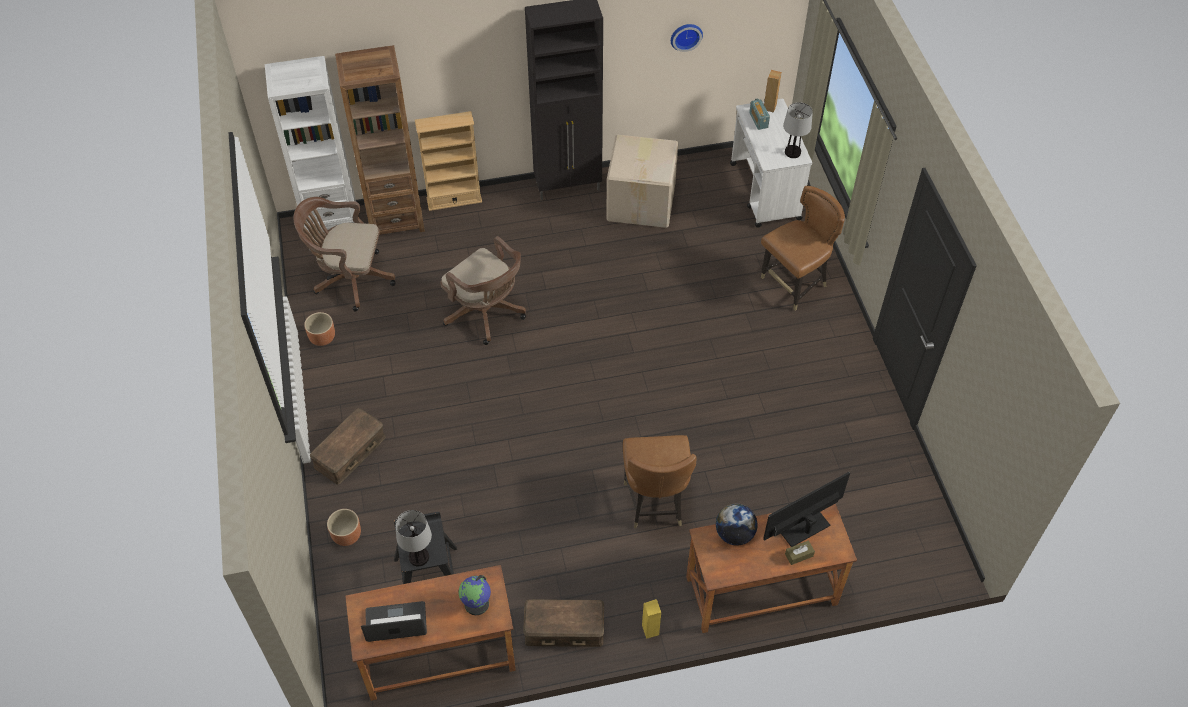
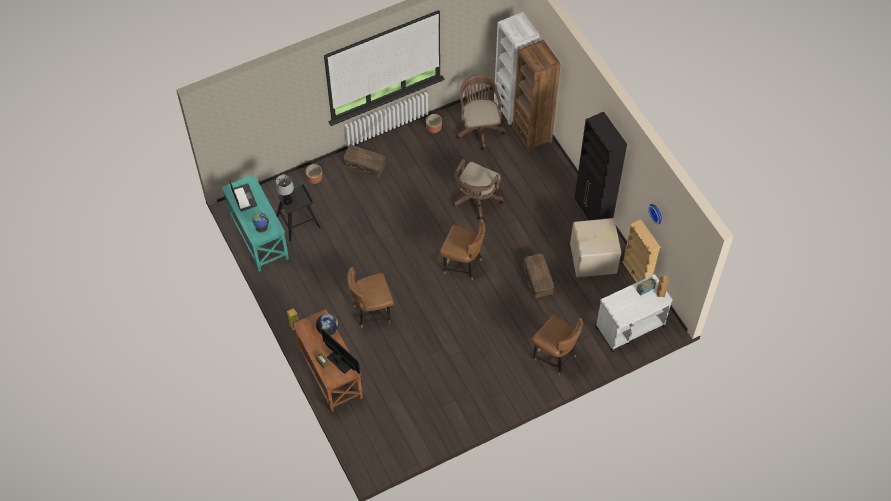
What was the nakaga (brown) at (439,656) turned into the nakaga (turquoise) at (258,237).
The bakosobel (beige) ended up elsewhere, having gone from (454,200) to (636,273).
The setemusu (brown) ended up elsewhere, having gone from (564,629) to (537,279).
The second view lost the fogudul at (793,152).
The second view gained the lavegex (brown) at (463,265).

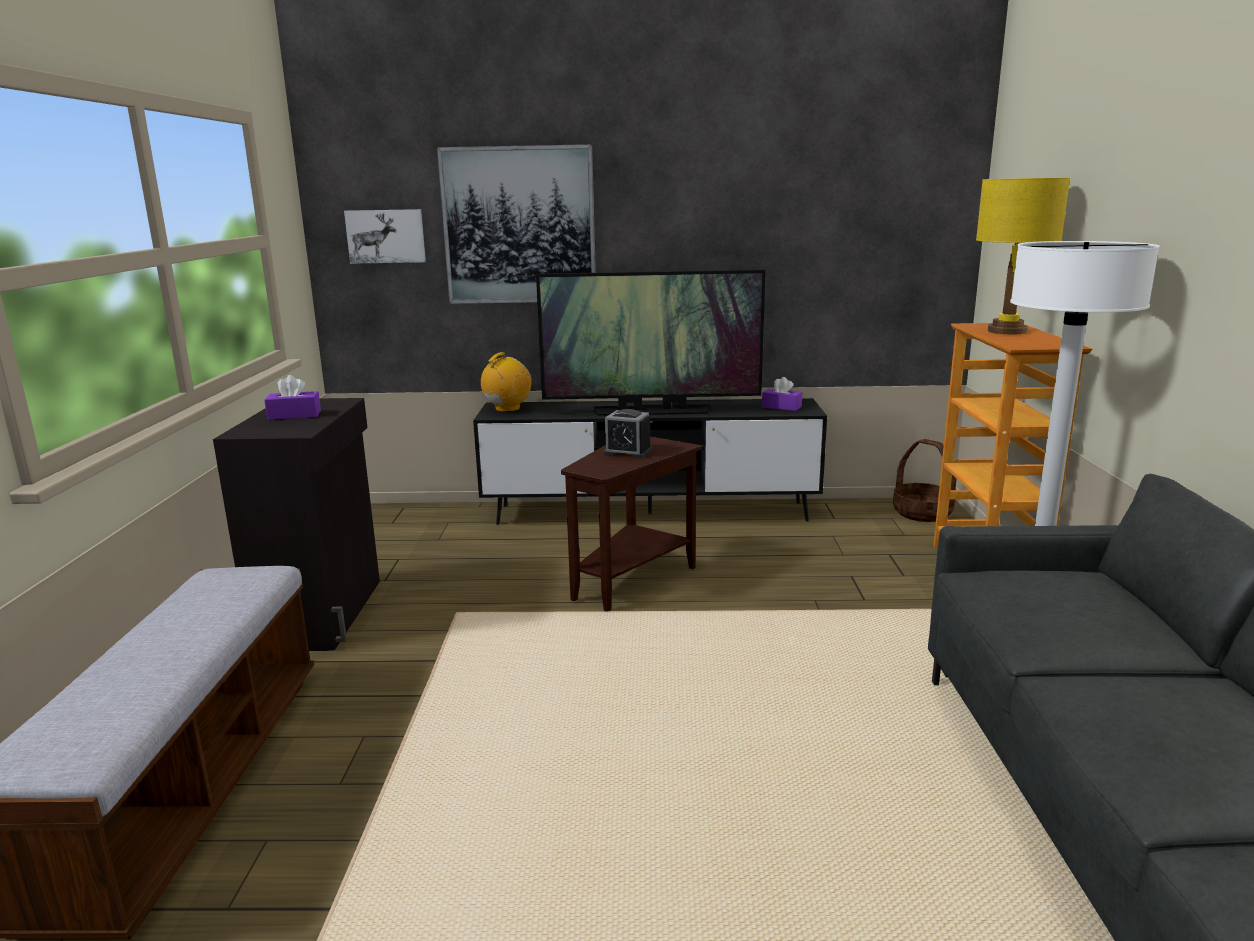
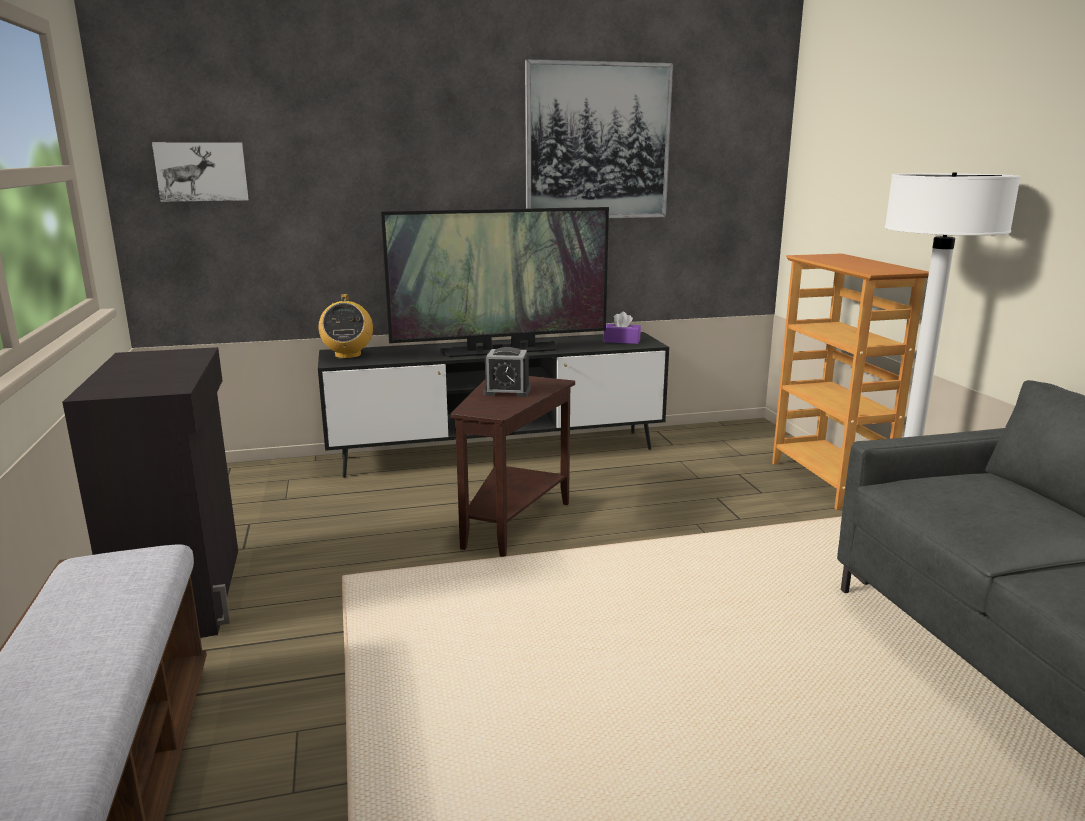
The second view lost the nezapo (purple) at (294,415).
The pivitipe ended up elsewhere, having gone from (519,226) to (597,142).
The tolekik at (507,409) ended up facing another way, 150 degrees clockwise from before.
The second view lost the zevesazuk at (922,513).
The second view lost the fogudul (yellow) at (1007,331).

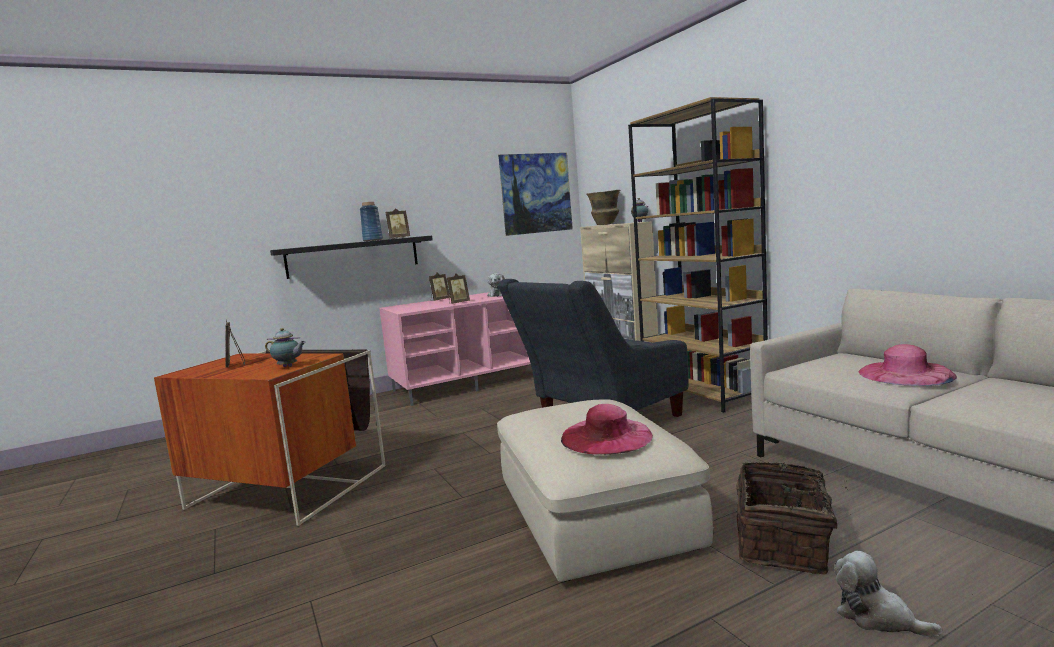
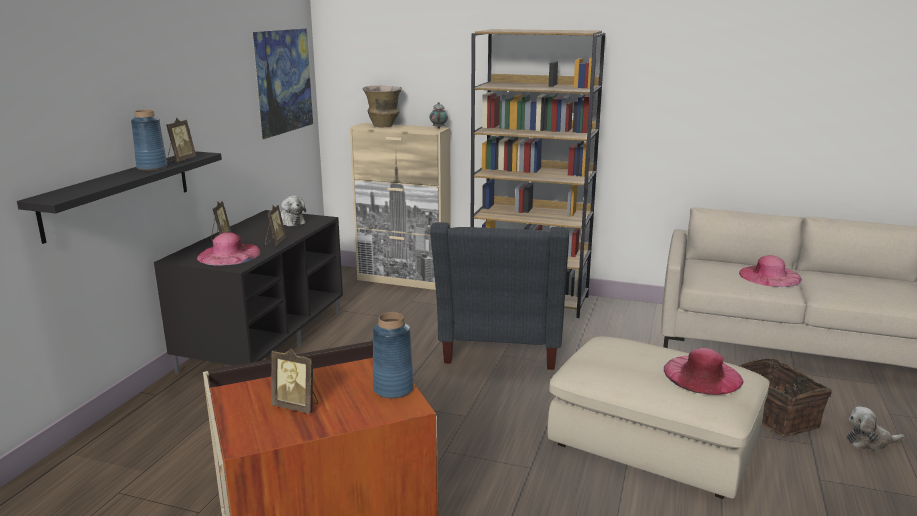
Where the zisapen stood at (288,366), the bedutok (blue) came to stand at (393,389).
What was the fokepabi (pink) at (466,384) turned into the fokepabi (black) at (264,340).
The second view gained the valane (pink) at (229,254).

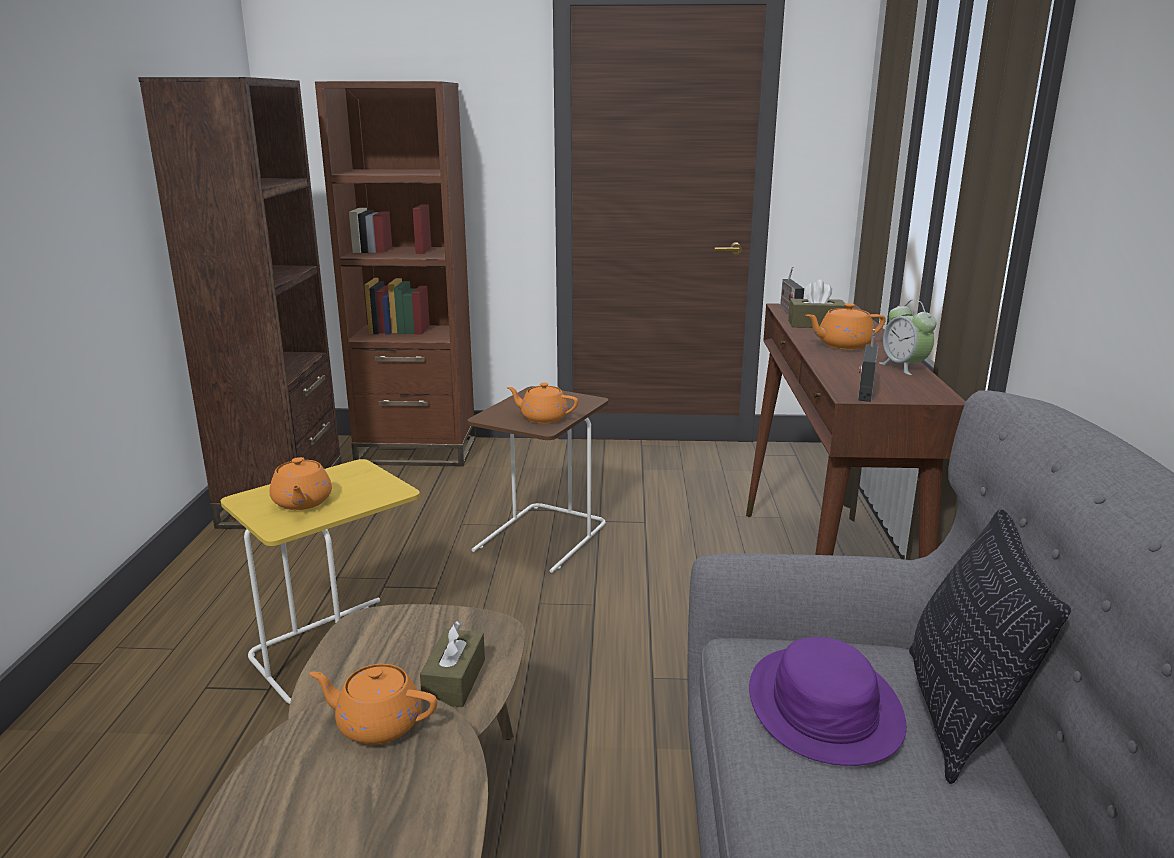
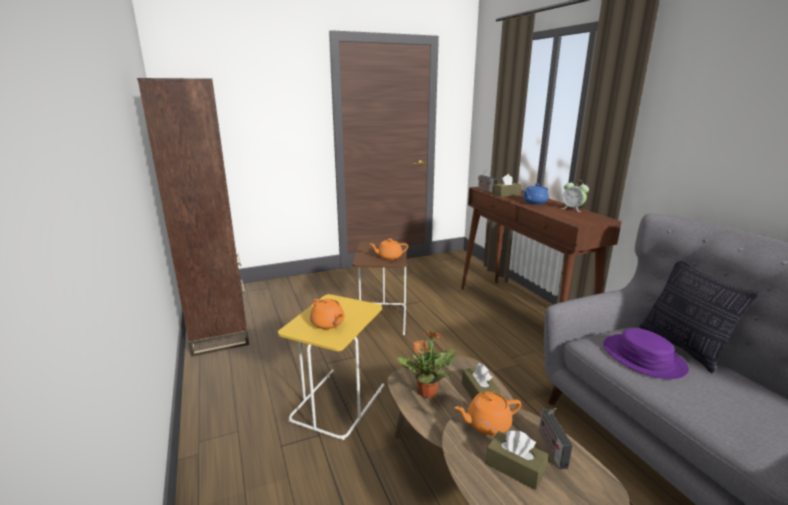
The second view lost the bakosobel (brown) at (417,451).
What was the zisapen (orange) at (843,345) turned into the zisapen (blue) at (534,202).
The tolekik ended up elsewhere, having gone from (865,390) to (550,447).
The second view gained the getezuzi at (427,392).
The second view gained the nezapo (brown) at (515,467).

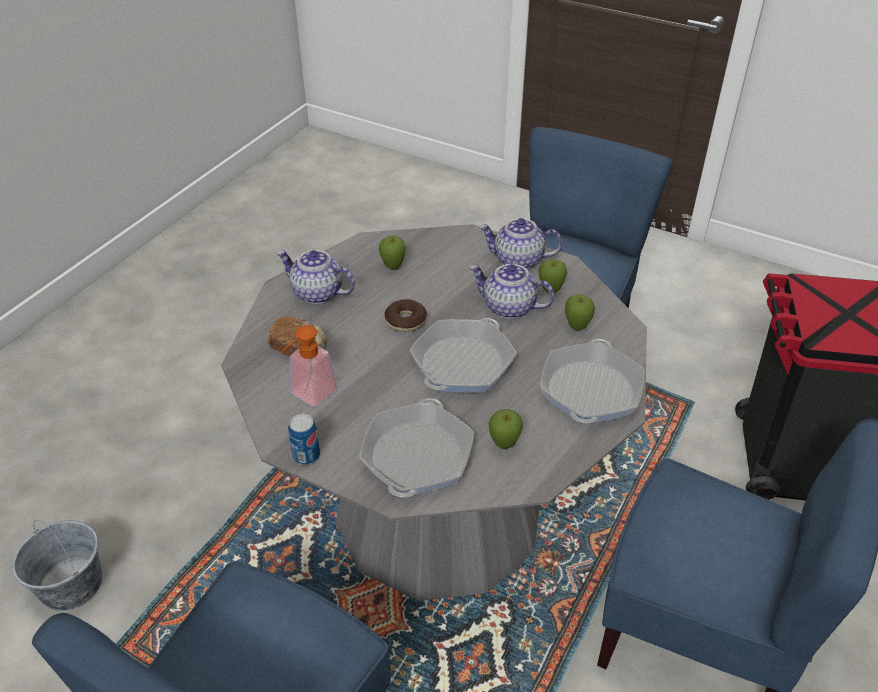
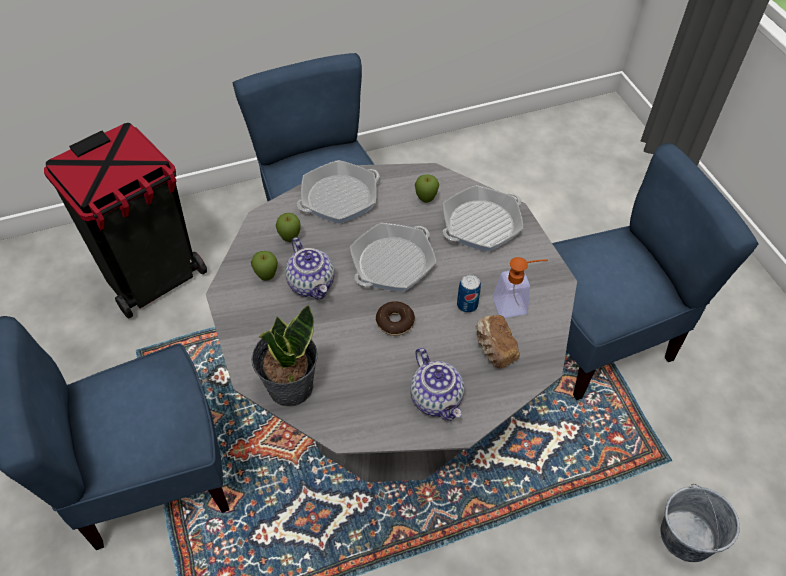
The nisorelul ended up elsewhere, having gone from (306,455) to (467,305).
The second view lost the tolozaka at (393,267).
The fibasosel at (462,363) ended up facing another way, 150 degrees clockwise from before.
The second view lost the zisapen at (518,260).
The second view gained the getezuzi at (290,386).

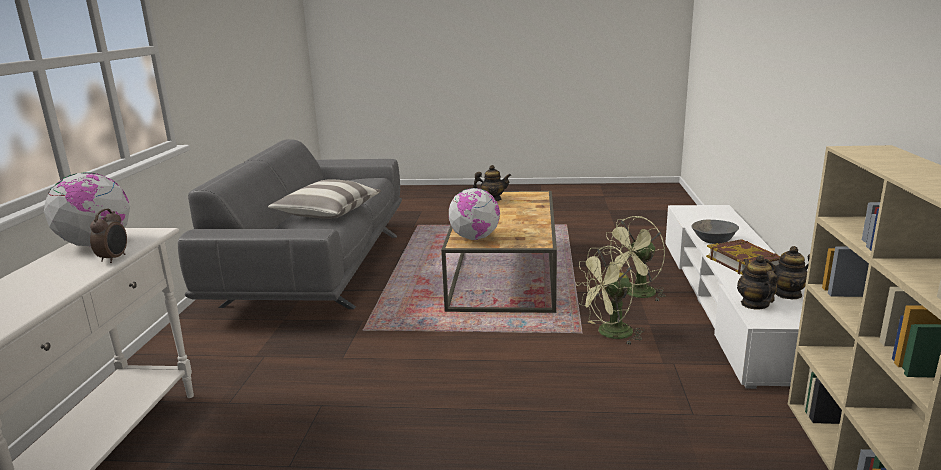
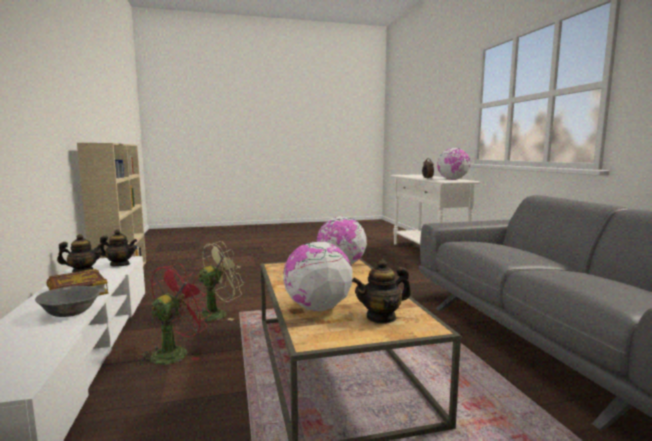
The second view lost the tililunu at (328,213).
What was the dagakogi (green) at (636,294) turned into the dagakogi (red) at (175,352).
The zisapen at (754,304) ended up facing another way, 60 degrees counterclockwise from before.
The second view gained the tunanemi at (317,308).

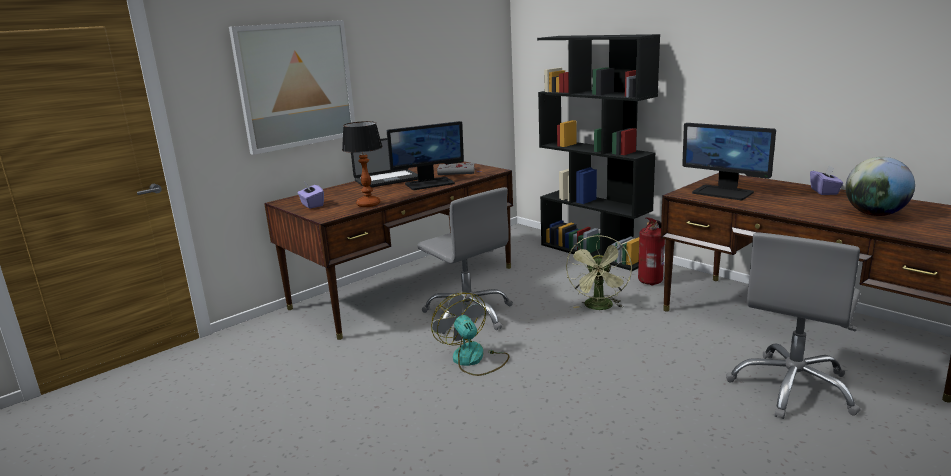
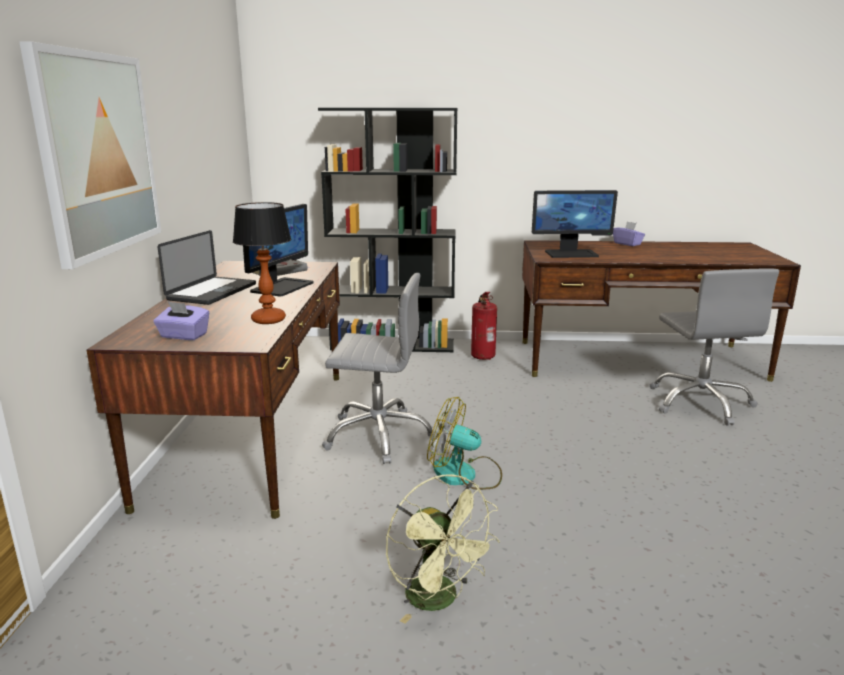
The dagakogi (green) ended up elsewhere, having gone from (599,307) to (440,600).
The second view lost the tunanemi at (874,214).

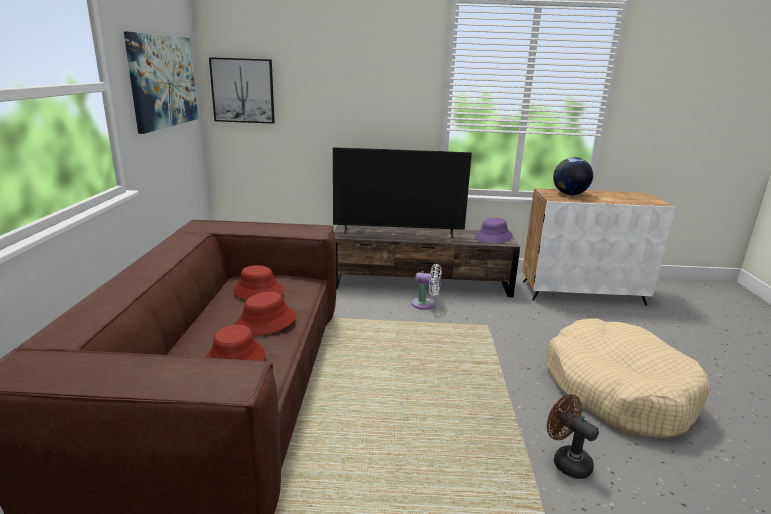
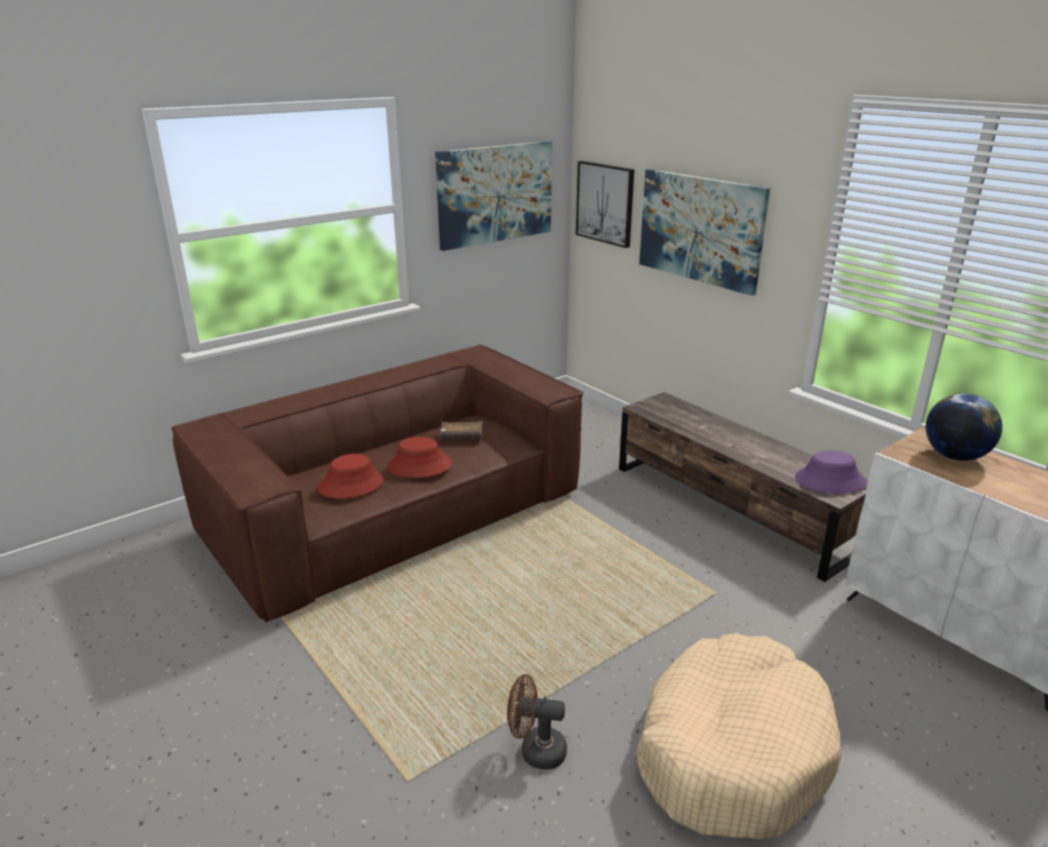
Where the valane (red) stood at (258,291), the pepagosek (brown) came to stand at (462,437).
The second view lost the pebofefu at (398,233).
The second view lost the dagakogi (white) at (426,304).
The dagakogi (brown) at (566,461) ended up facing another way, 90 degrees counterclockwise from before.
The second view gained the pivitipe at (700,229).

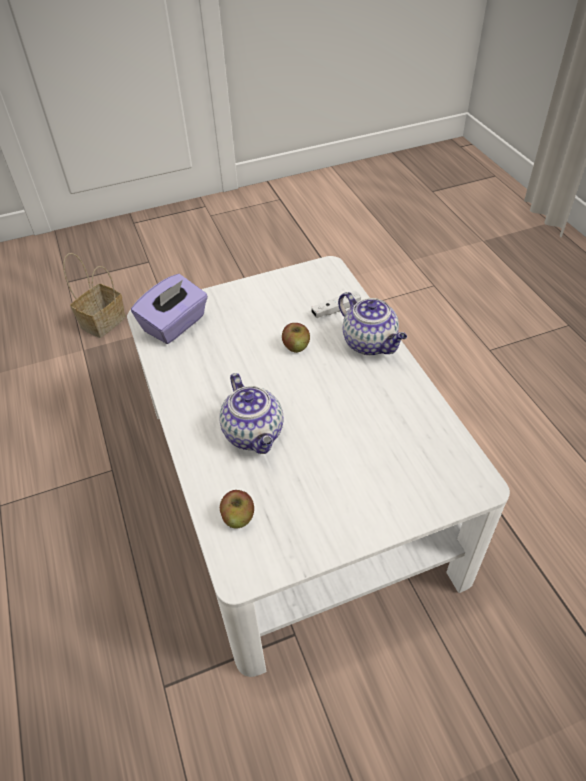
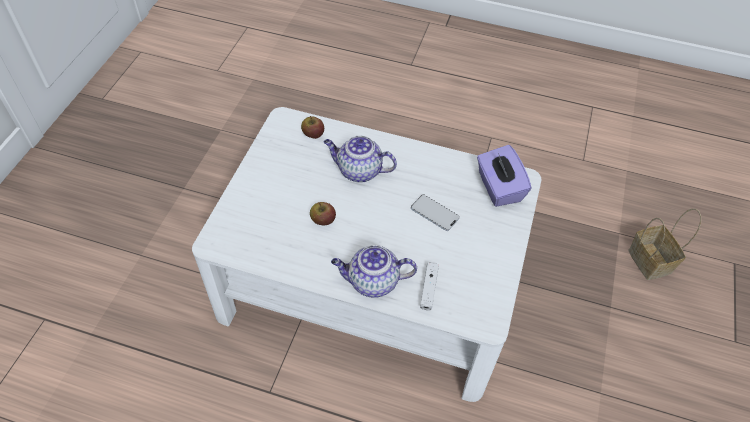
The tolozaka ended up elsewhere, having gone from (296,346) to (323,220).
The second view gained the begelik at (434,213).

